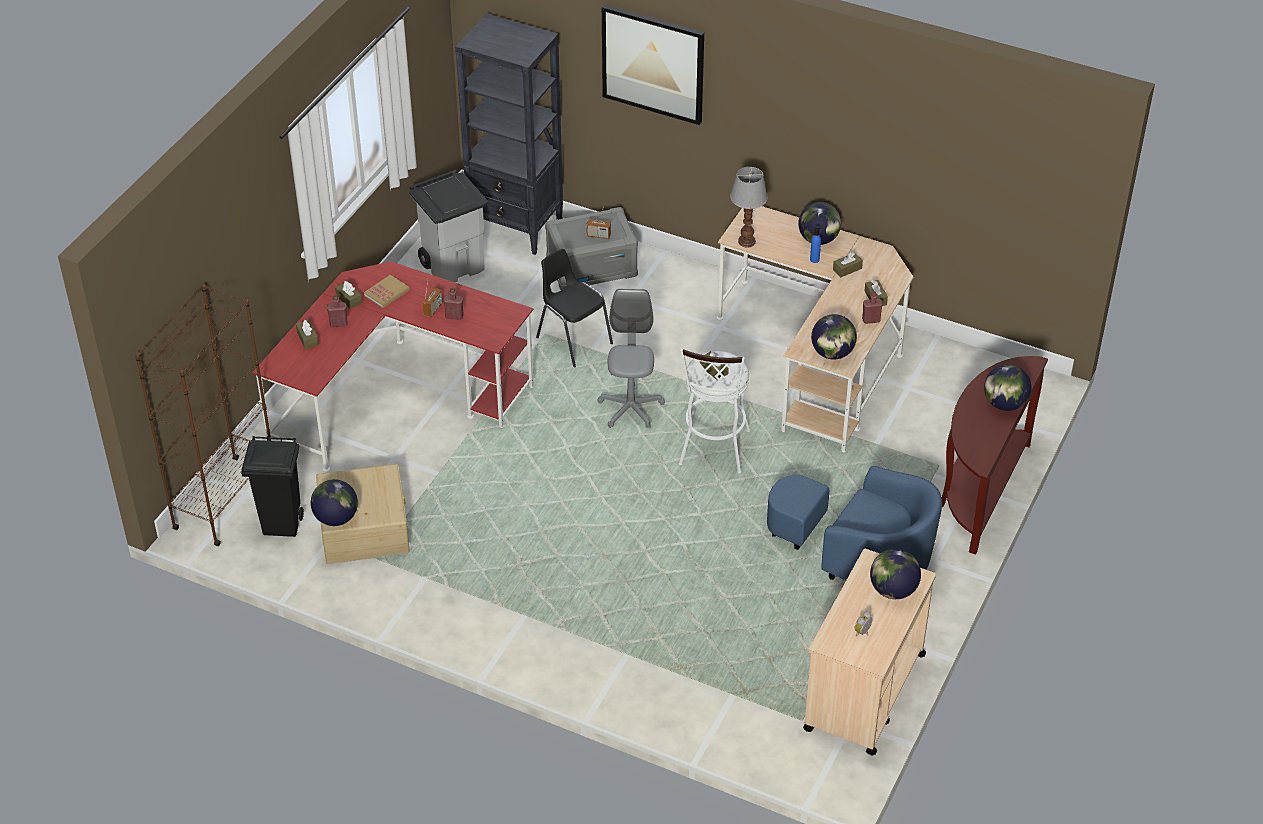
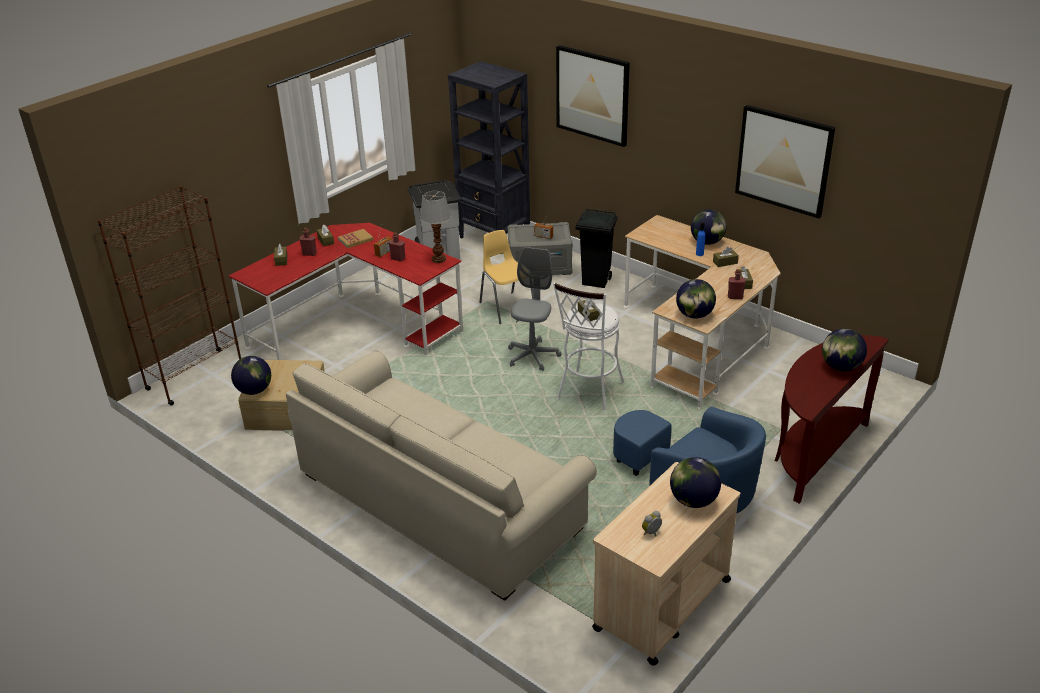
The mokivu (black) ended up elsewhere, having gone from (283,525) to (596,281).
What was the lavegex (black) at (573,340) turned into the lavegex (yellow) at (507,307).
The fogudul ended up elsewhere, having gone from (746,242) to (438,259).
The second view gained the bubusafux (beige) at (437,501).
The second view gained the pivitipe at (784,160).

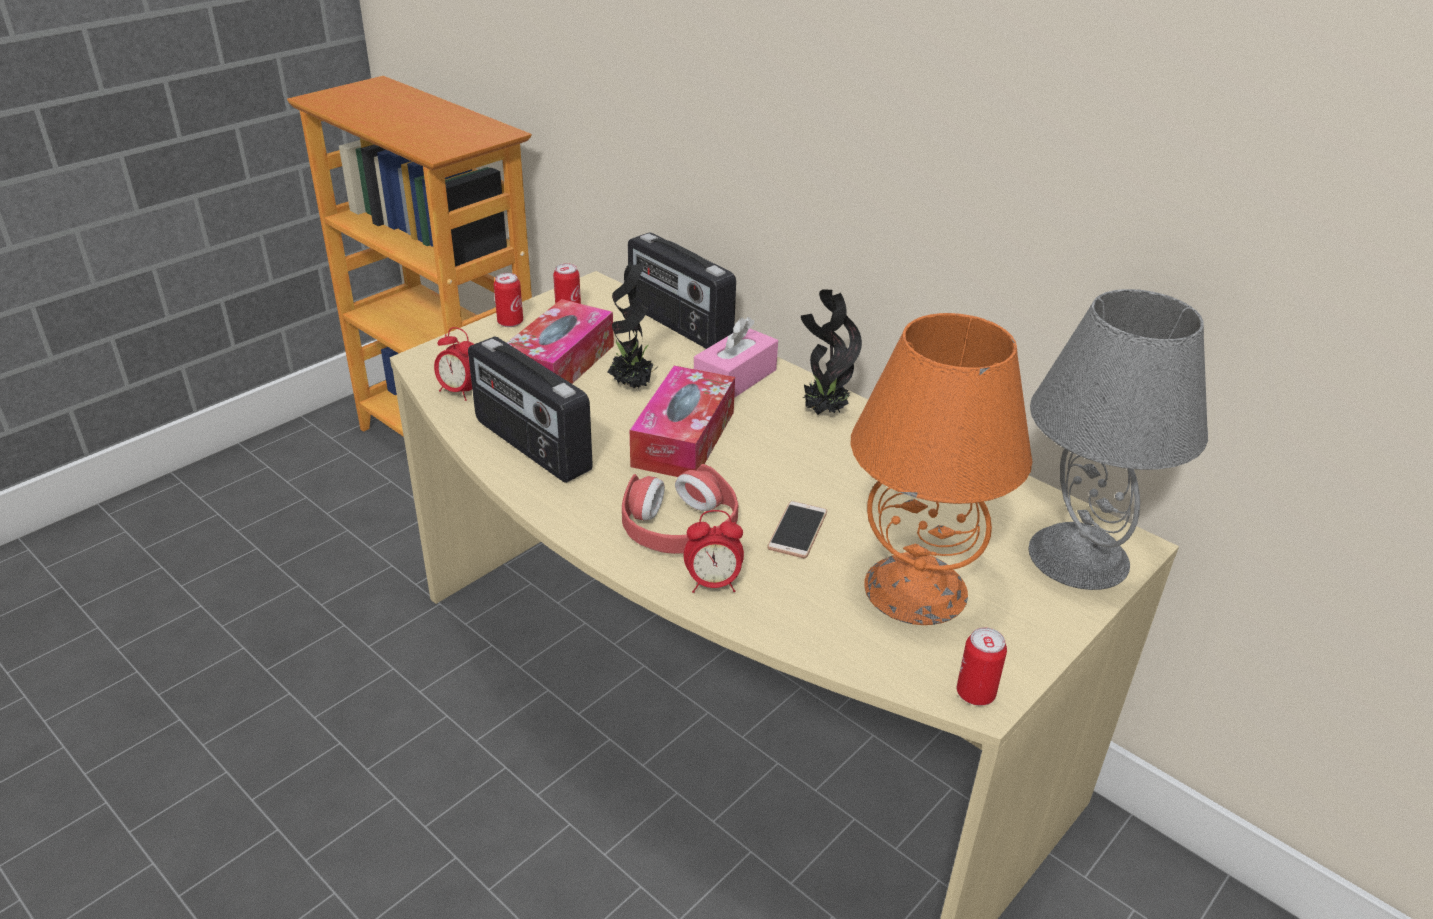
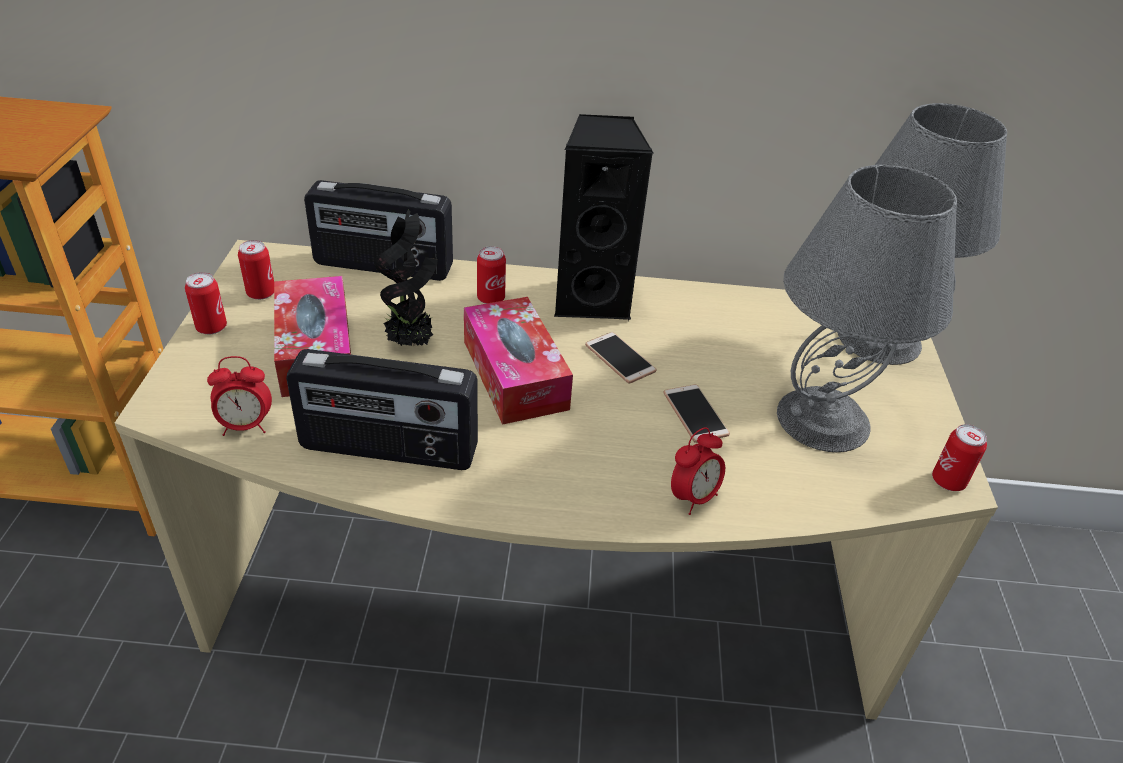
The second view lost the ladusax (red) at (679,527).
Where the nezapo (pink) stood at (735,378), the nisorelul came to stand at (491,298).
Where the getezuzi stood at (822,412), the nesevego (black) came to stand at (592,299).
What was the fogudul (orange) at (917,588) turned into the fogudul (grey) at (823,418).
The second view gained the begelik at (620,358).

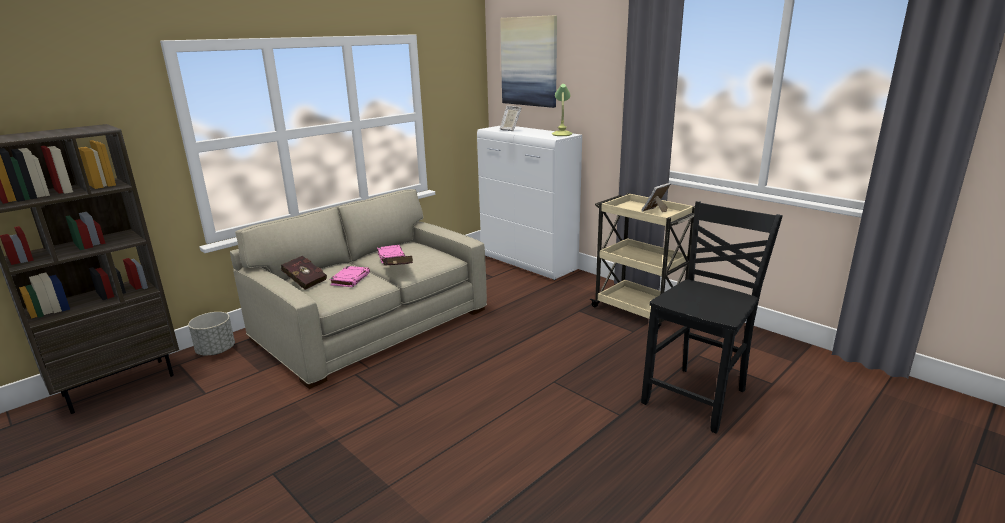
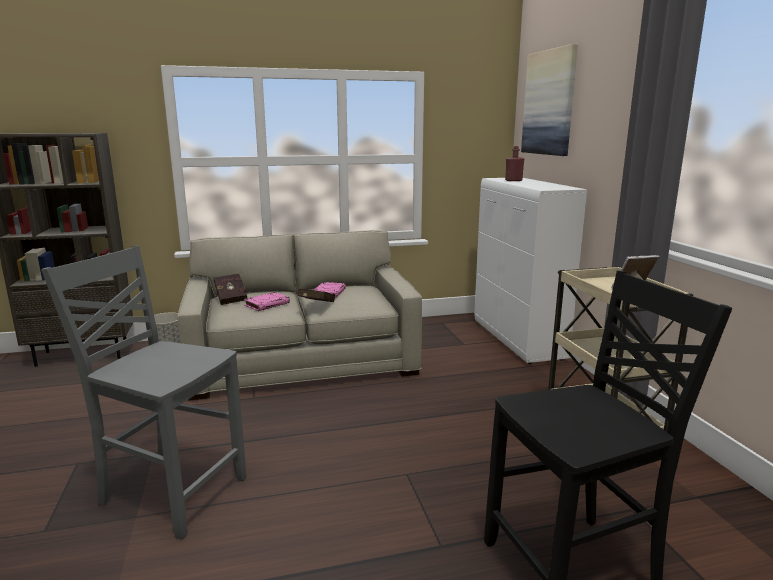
Where the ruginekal stood at (510,130), the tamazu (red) came to stand at (513,180).
The second view lost the fogudul at (562,134).
The second view gained the lavegex (grey) at (171,491).

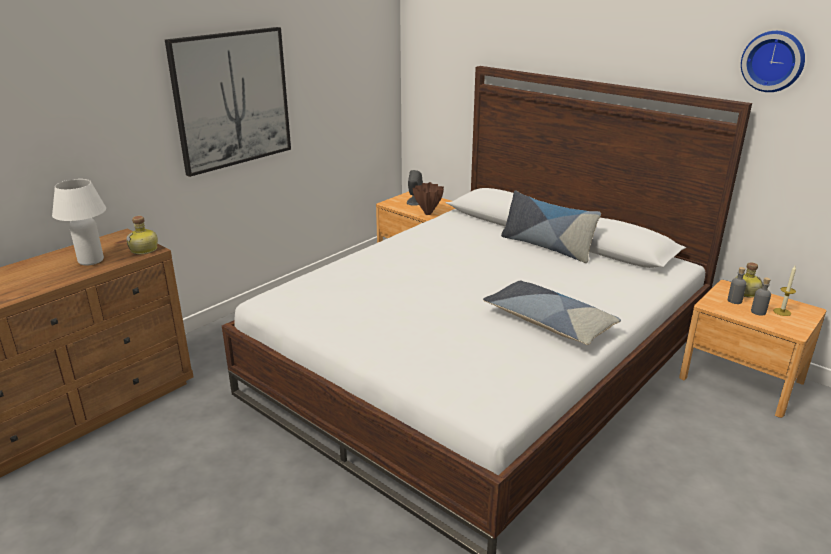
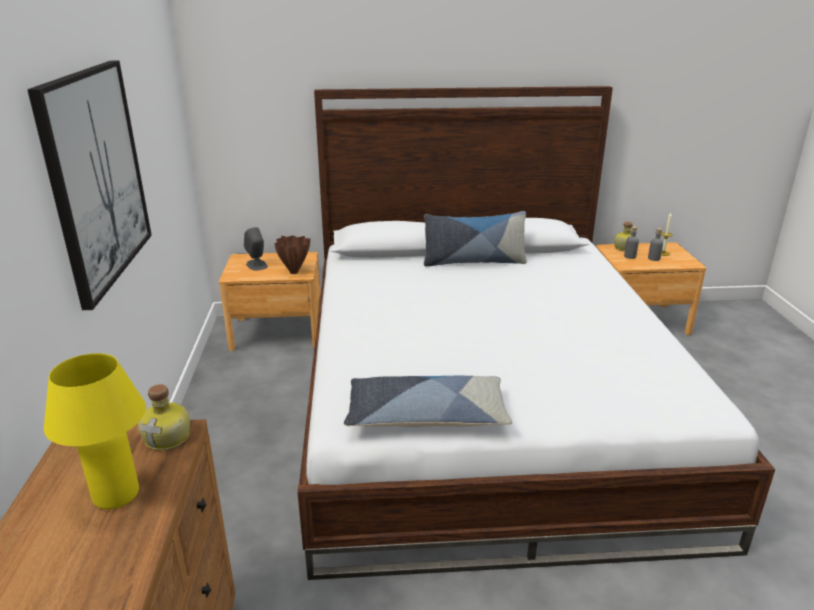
What was the fogudul (white) at (91,261) turned into the fogudul (yellow) at (116,495).
The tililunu ended up elsewhere, having gone from (548,322) to (426,415).
The second view lost the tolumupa at (773,61).

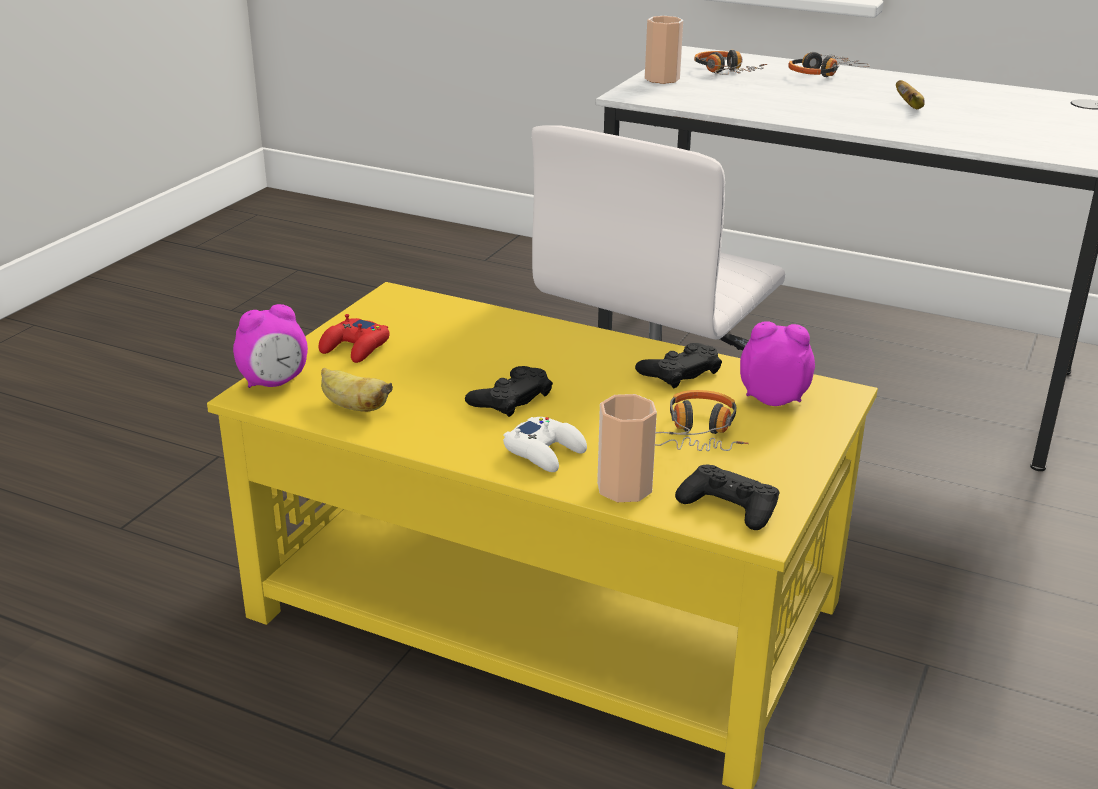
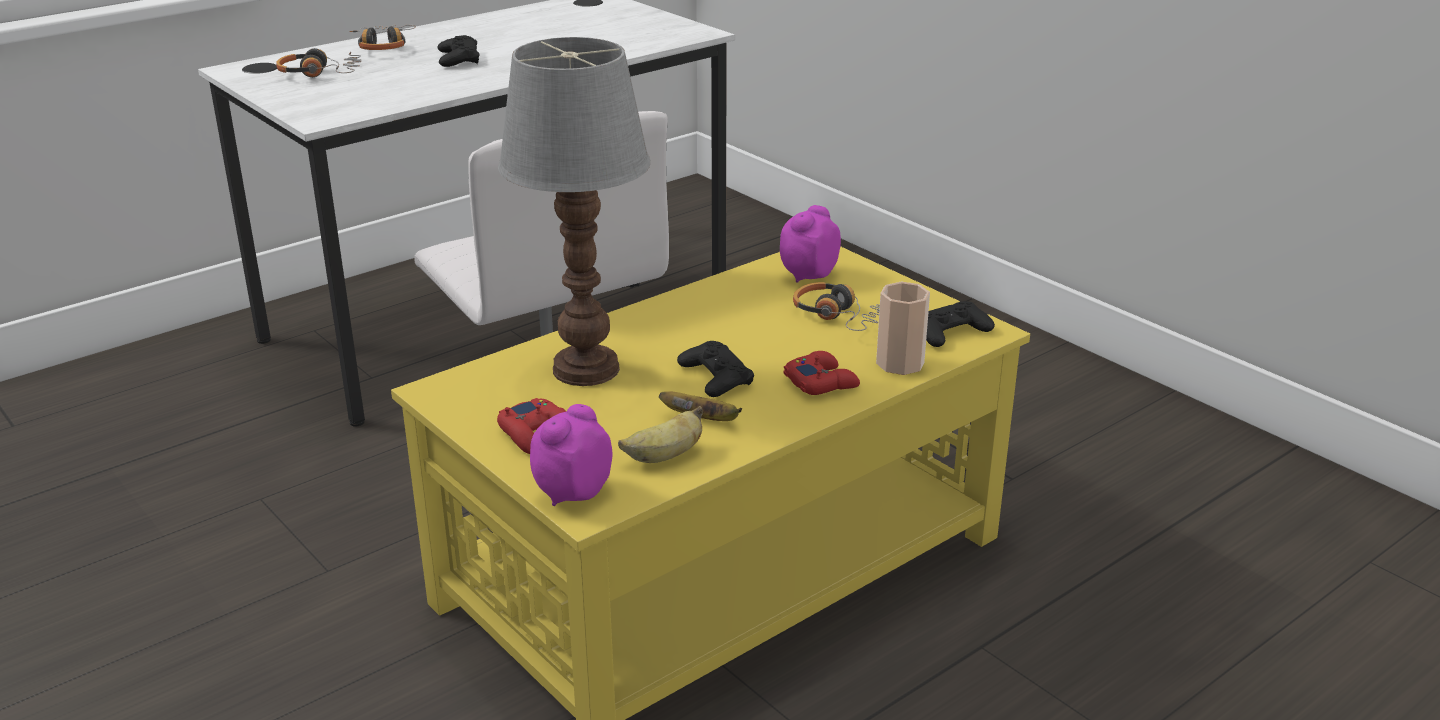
The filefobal at (274,383) ended up facing another way, 135 degrees counterclockwise from before.
What was the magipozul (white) at (545,452) turned into the magipozul (red) at (821,382).
The magipozul (black) ended up elsewhere, having gone from (679,372) to (458,59).
The second view lost the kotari at (662,79).
The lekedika ended up elsewhere, having gone from (910,106) to (703,419).
The second view gained the fogudul at (583,369).

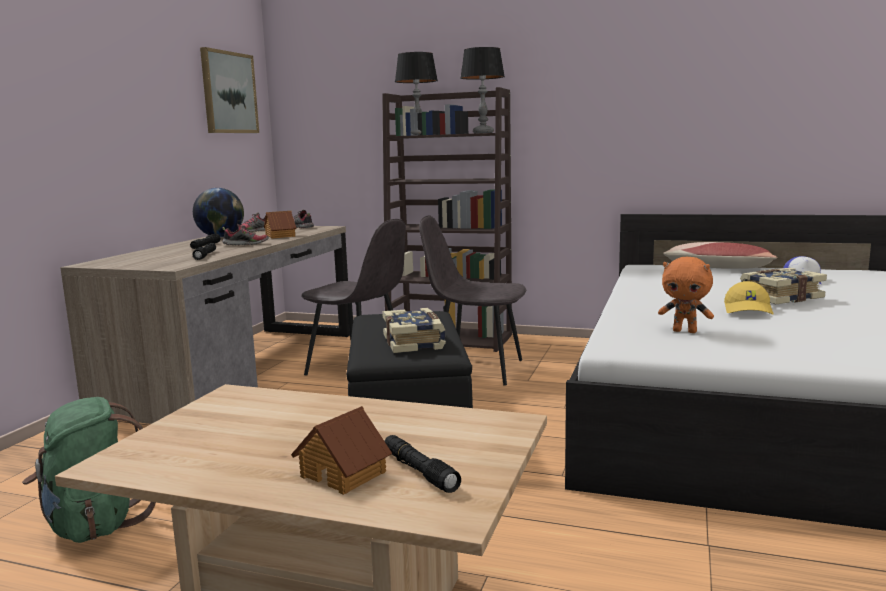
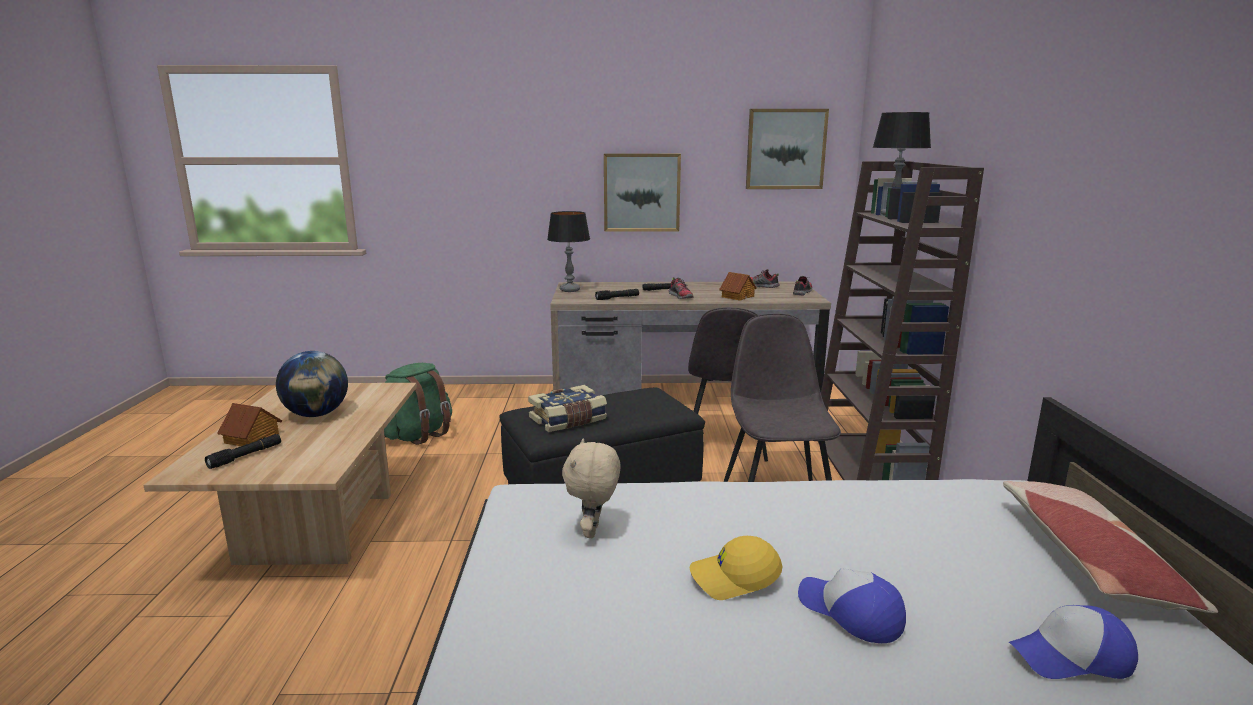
The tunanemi ended up elsewhere, having gone from (221,237) to (317,414).
The fogudul ended up elsewhere, having gone from (483,133) to (570,290).
What was the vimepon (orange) at (685,331) turned into the vimepon (beige) at (593,531).
Where the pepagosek stood at (779,297), the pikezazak came to stand at (850,613).
The second view gained the pivitipe at (641,192).

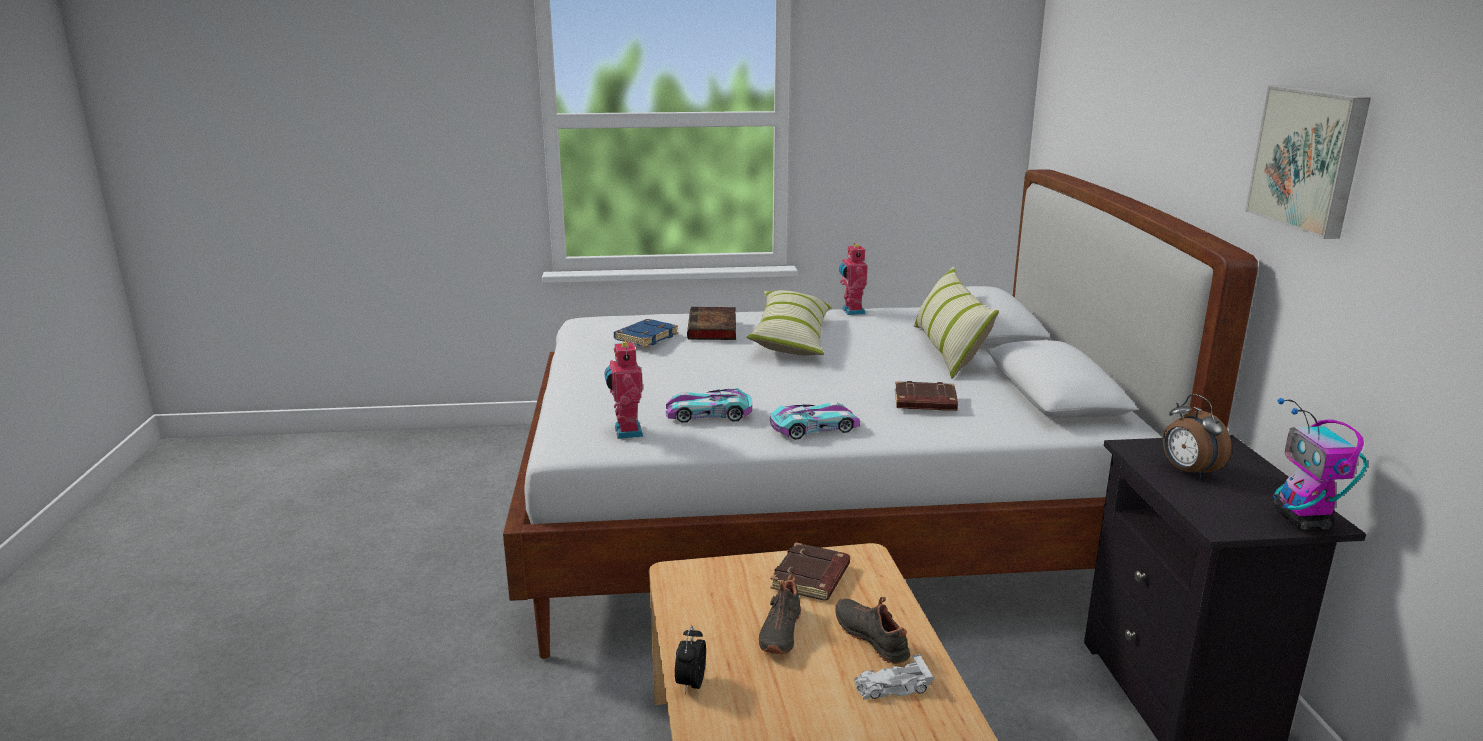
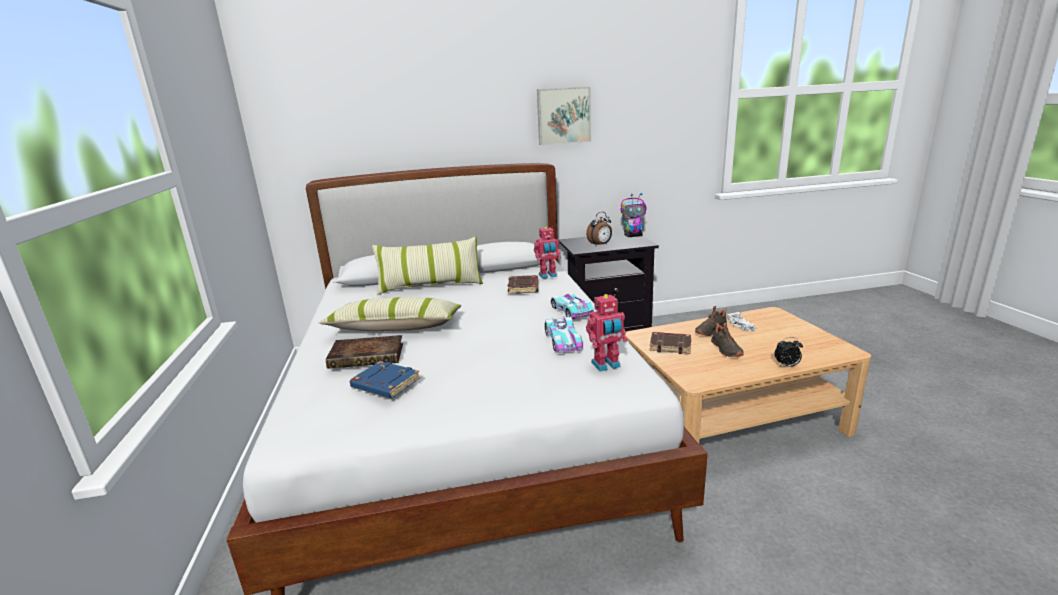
The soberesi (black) at (779,632) ended up facing another way, 75 degrees clockwise from before.
The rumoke ended up elsewhere, having gone from (851,311) to (548,276).

